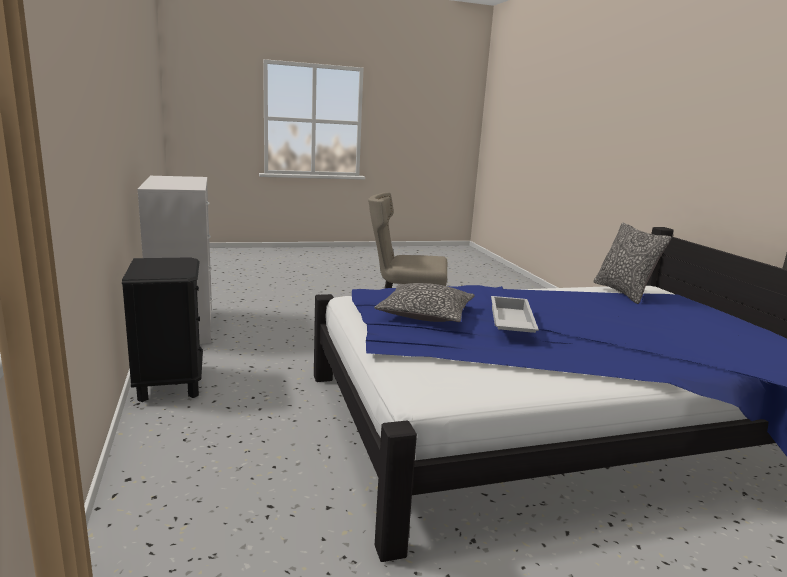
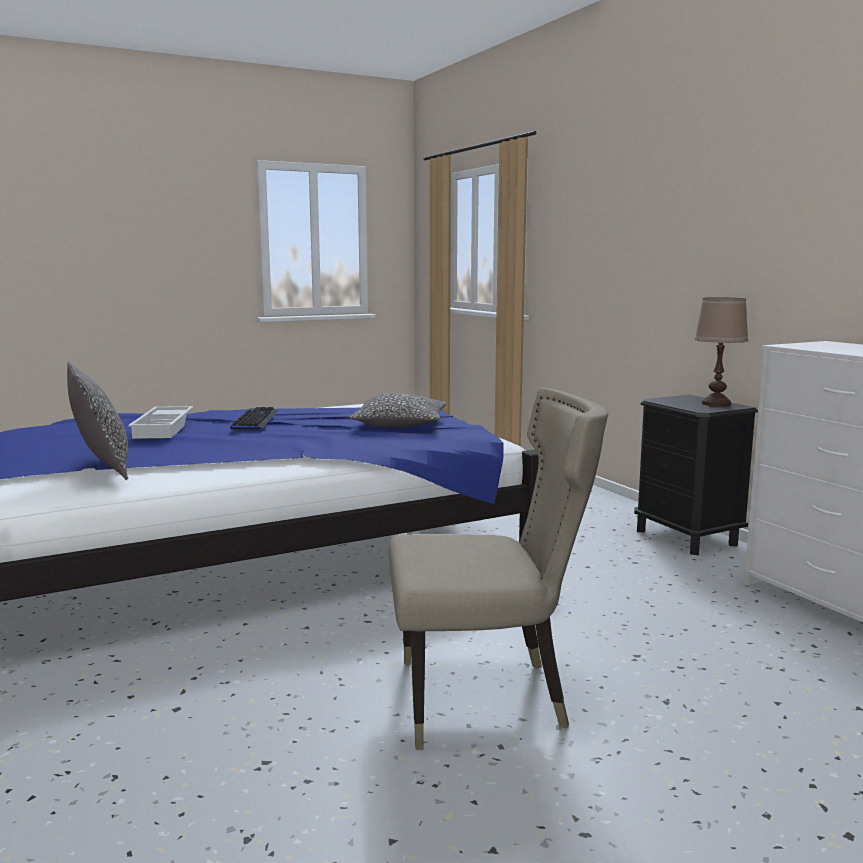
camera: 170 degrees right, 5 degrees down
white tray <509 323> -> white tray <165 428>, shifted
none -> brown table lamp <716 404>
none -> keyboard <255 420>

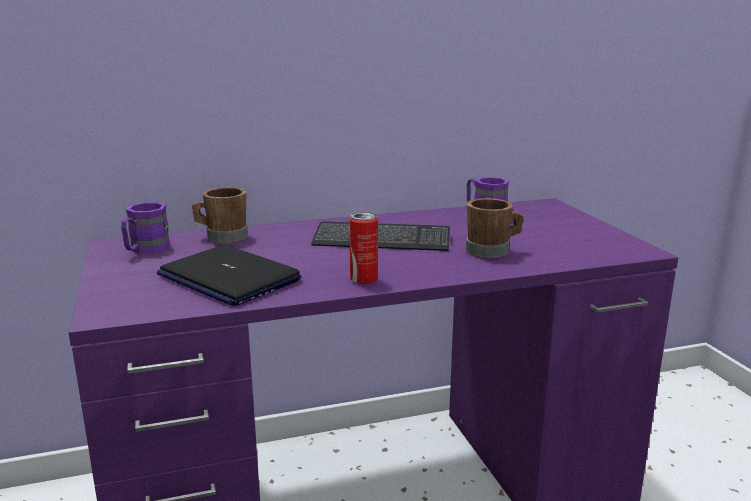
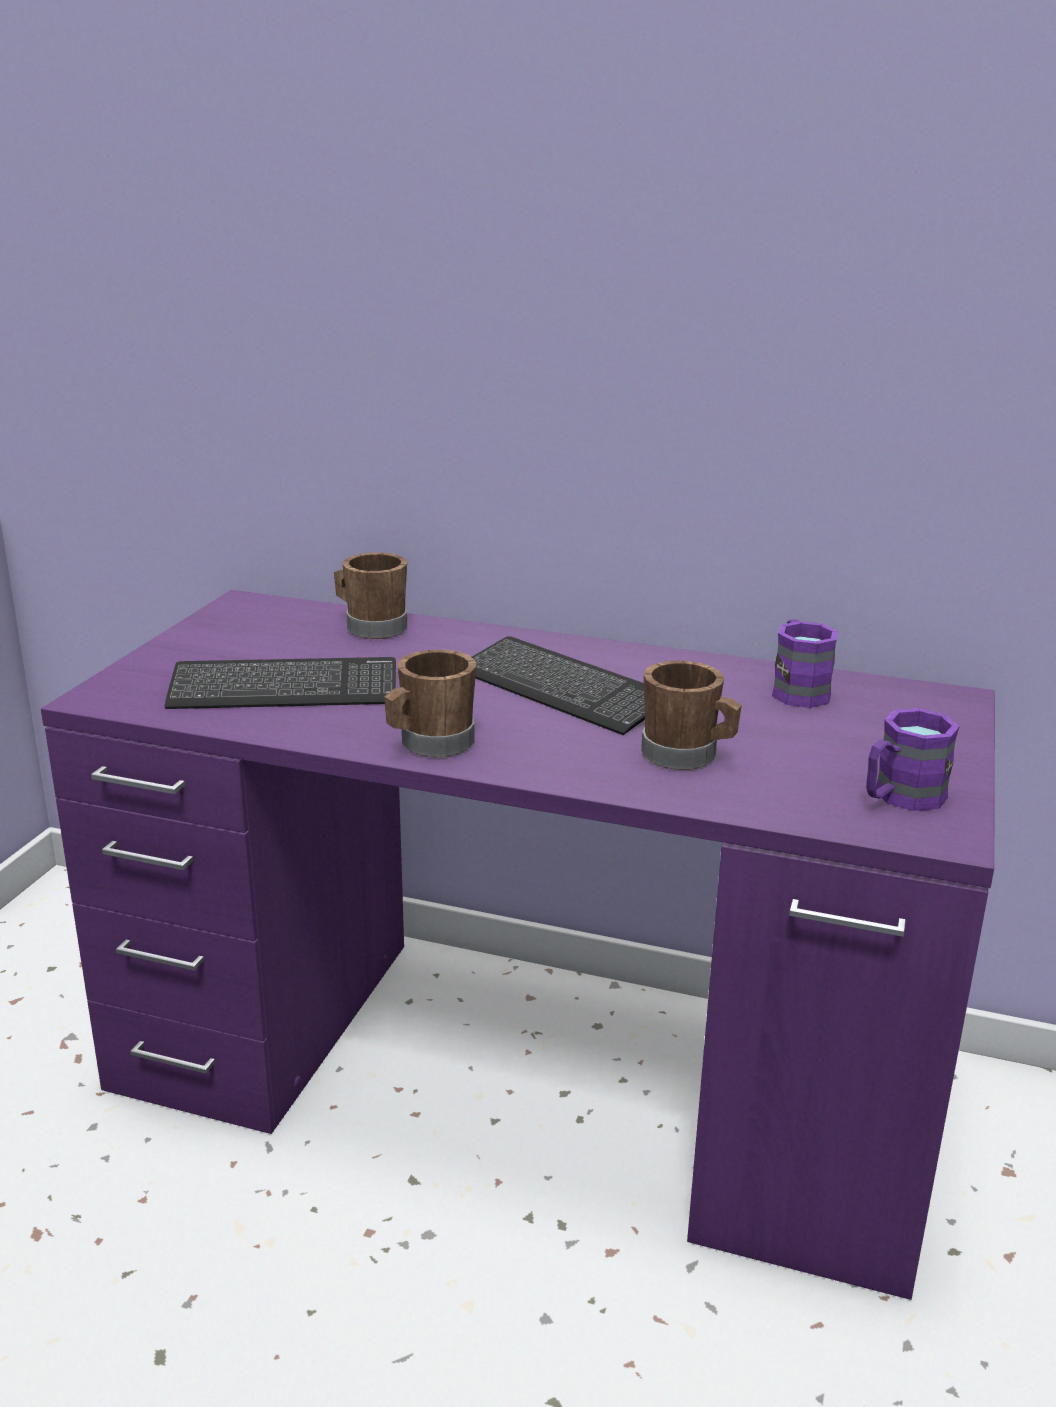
camera: 35 degrees right, 5 degrees up
purple mug <145 250> -> purple mug <900 798>, shifted
can <364 280> -> brown mug <430 744>
laptop <228 278> -> keyboard <284 689>

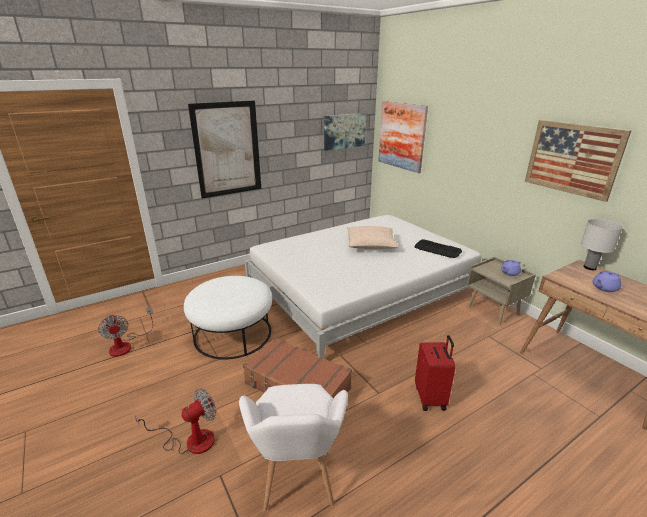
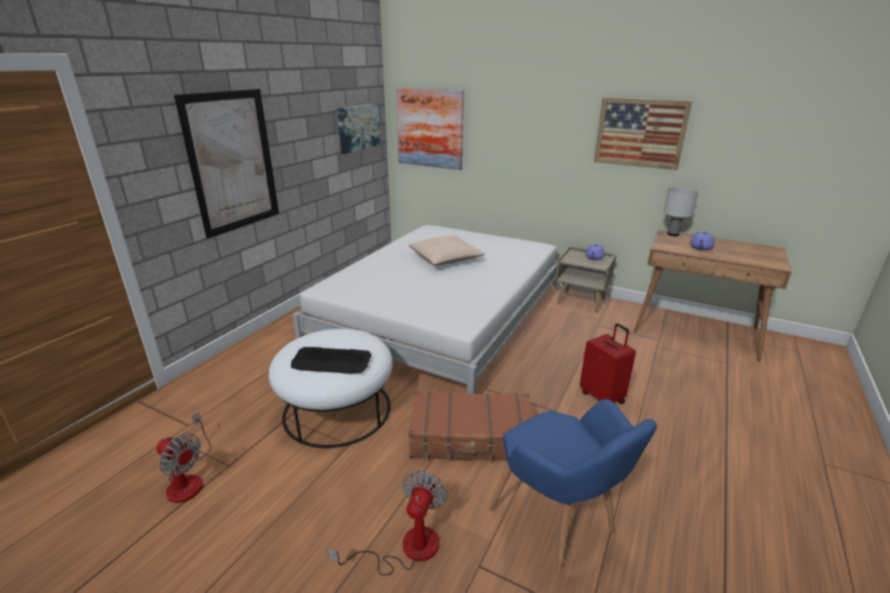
camera: 30 degrees left, 0 degrees up
keyboard <437 249> -> keyboard <331 361>, shifted
white armchair <297 478> -> blue armchair <558 525>

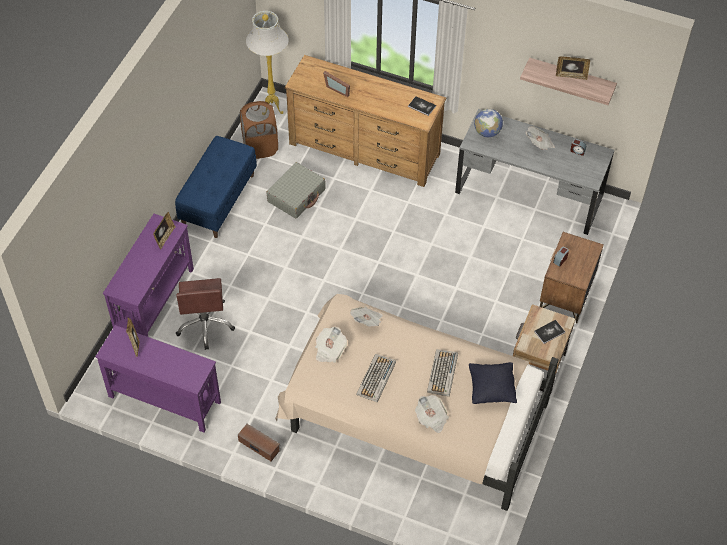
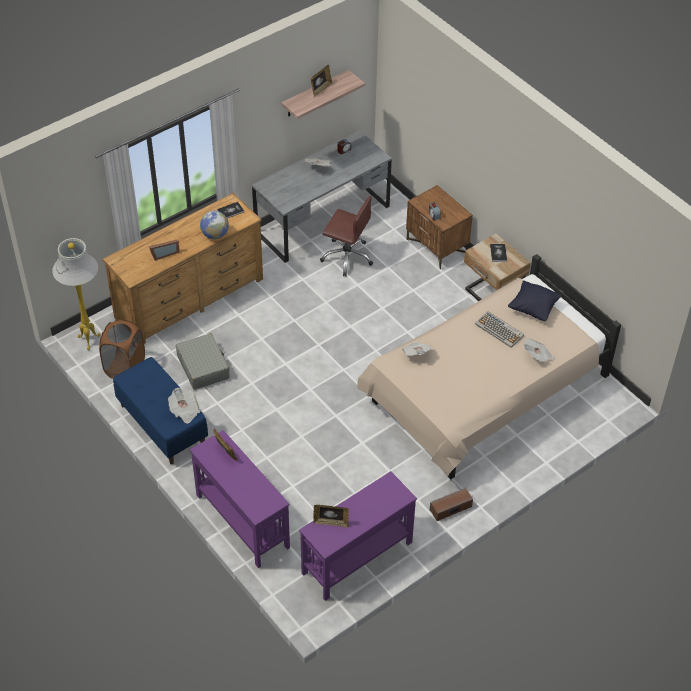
camera: 60 degrees left, 5 degrees down
globe <487 132> -> globe <215 235>, shifted
brown office chair <205 324> -> brown office chair <347 257>, shifted
newspaper <329 350> -> newspaper <184 411>, shifted
keyboard <376 379> -> none

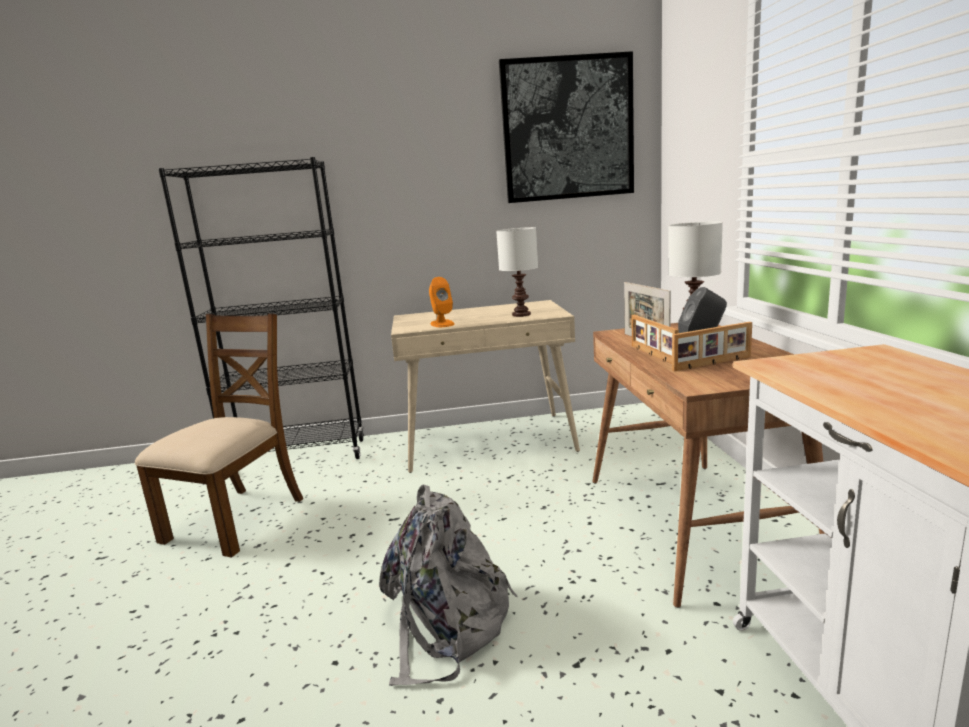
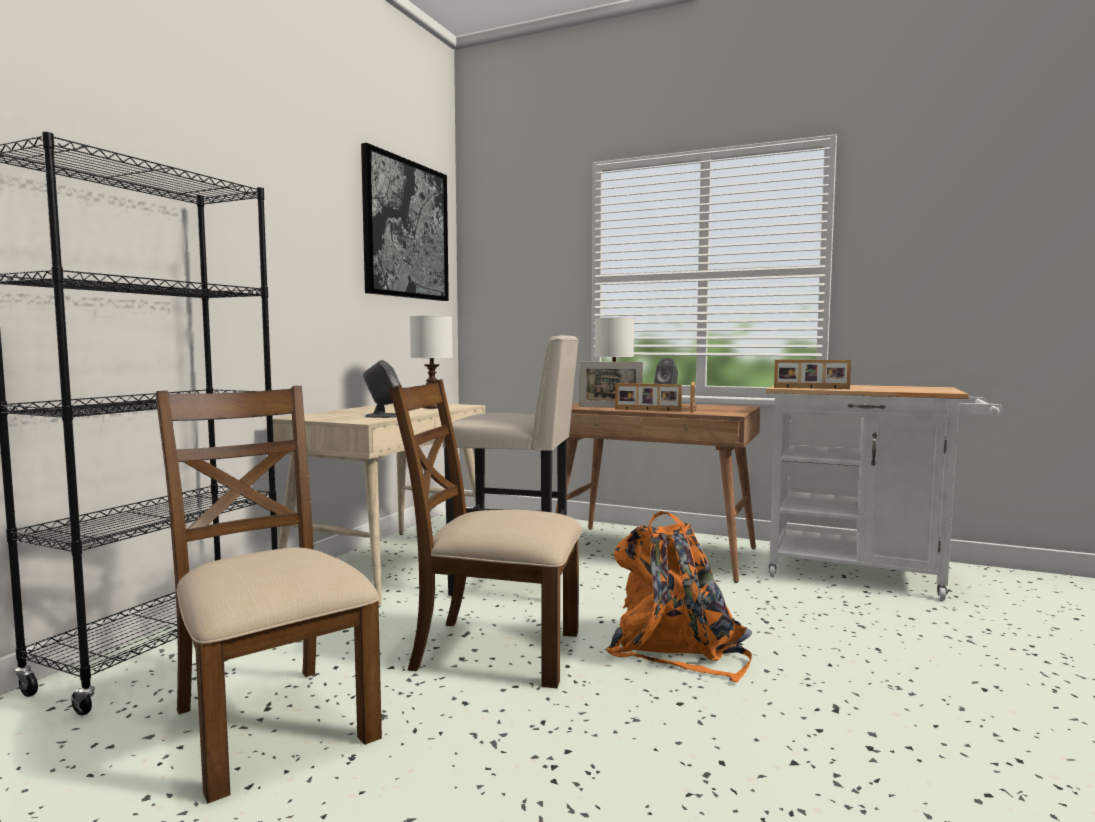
camera: 60 degrees left, 10 degrees down
orange speaker <442 324> -> grey speaker <383 416>
grey backpack <446 624> -> orange backpack <677 649>
none -> beige stool <516 582>
none -> picture frame <811 388>
none -> brown chair <495 650>

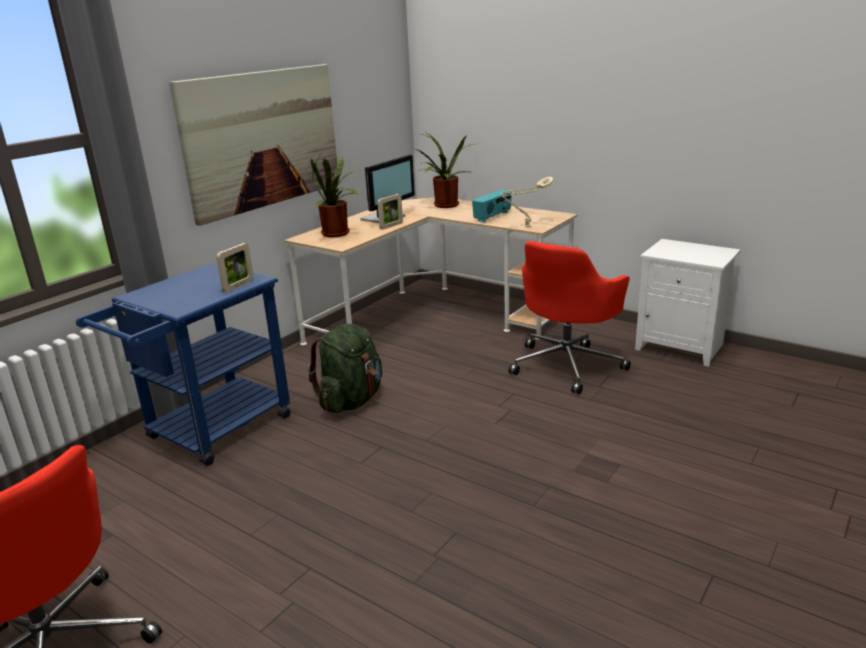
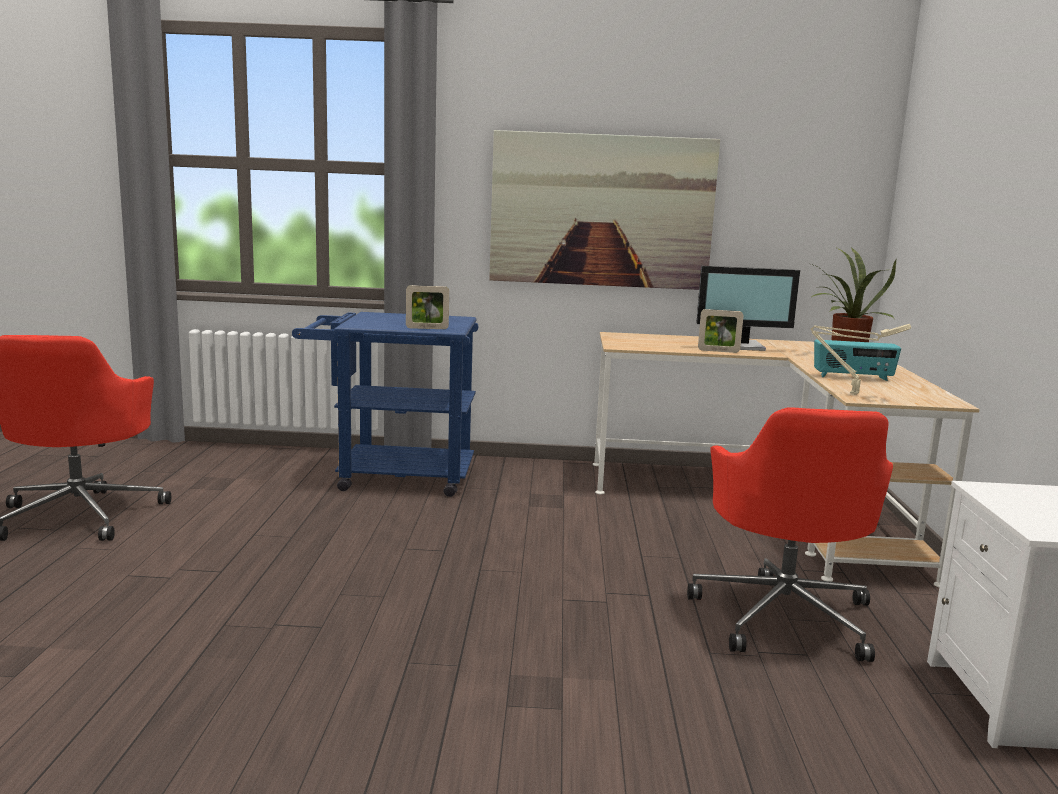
camera: 55 degrees right, 10 degrees down
potted plant <338 234> -> none
red office chair <567 365> -> red office chair <784 615>, 90 degrees counterclockwise
green backpack <351 401> -> none

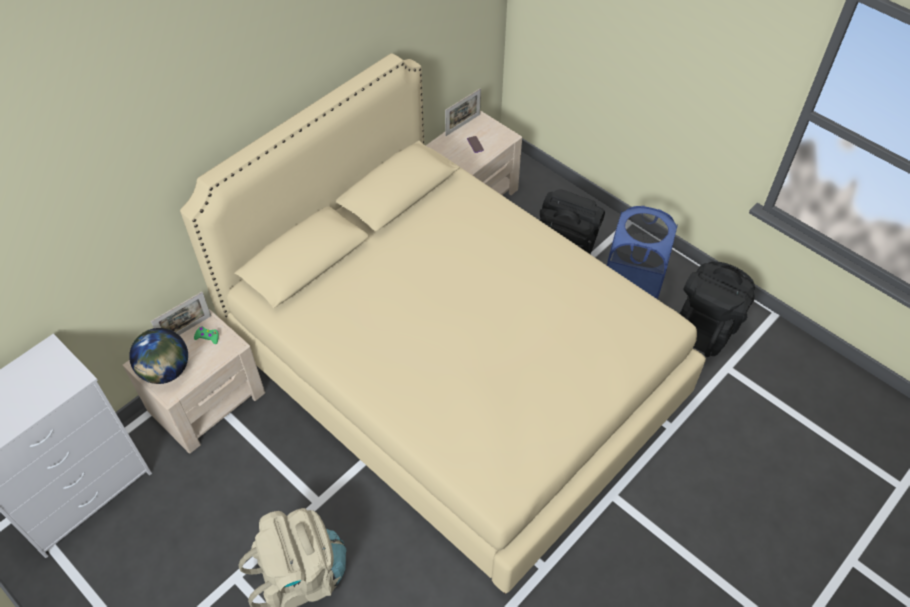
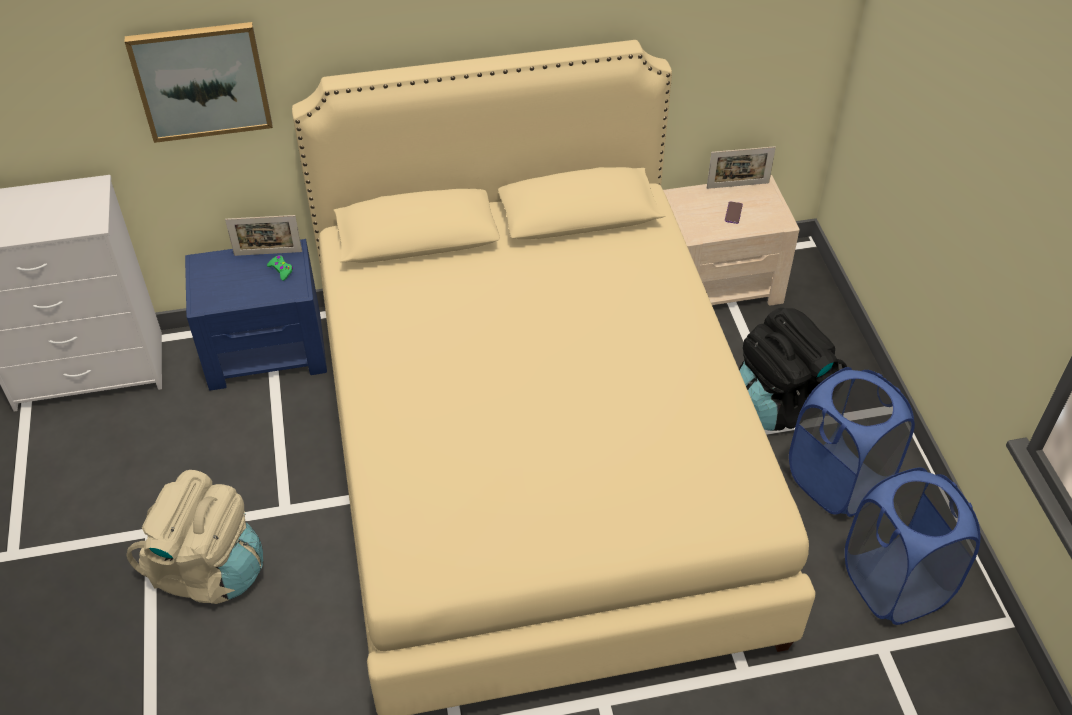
camera: 35 degrees right, 5 degrees down
black backpack <706 327> -> blue laundry basket <894 584>
beige nightstand <207 401> -> blue nightstand <267 350>
globe <166 371> -> none
none -> picture <201 81>

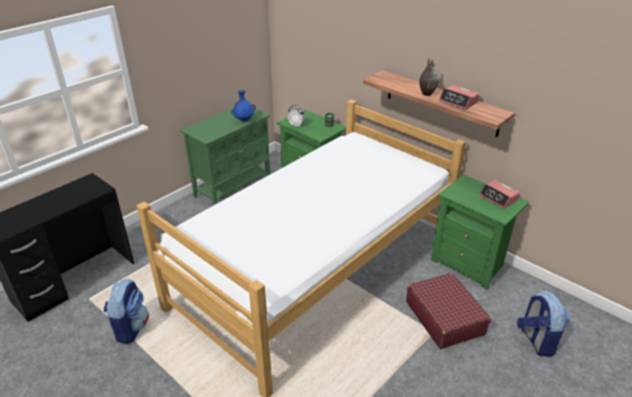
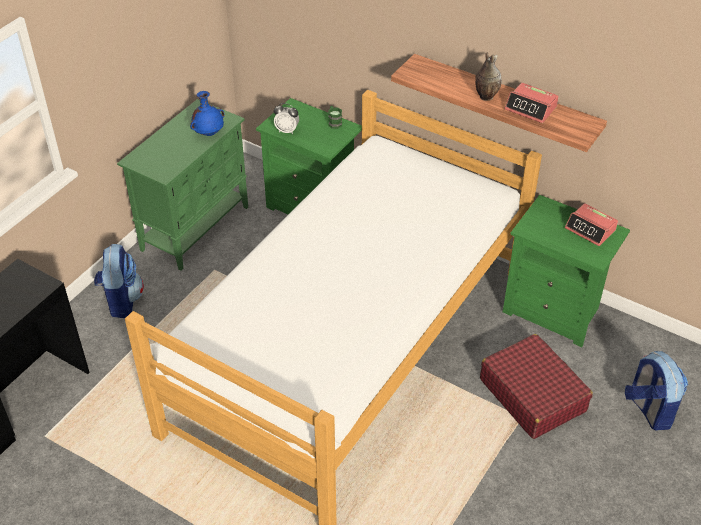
camera: 10 degrees left, 10 degrees up
backpack <131 328> -> backpack <121 300>, shifted

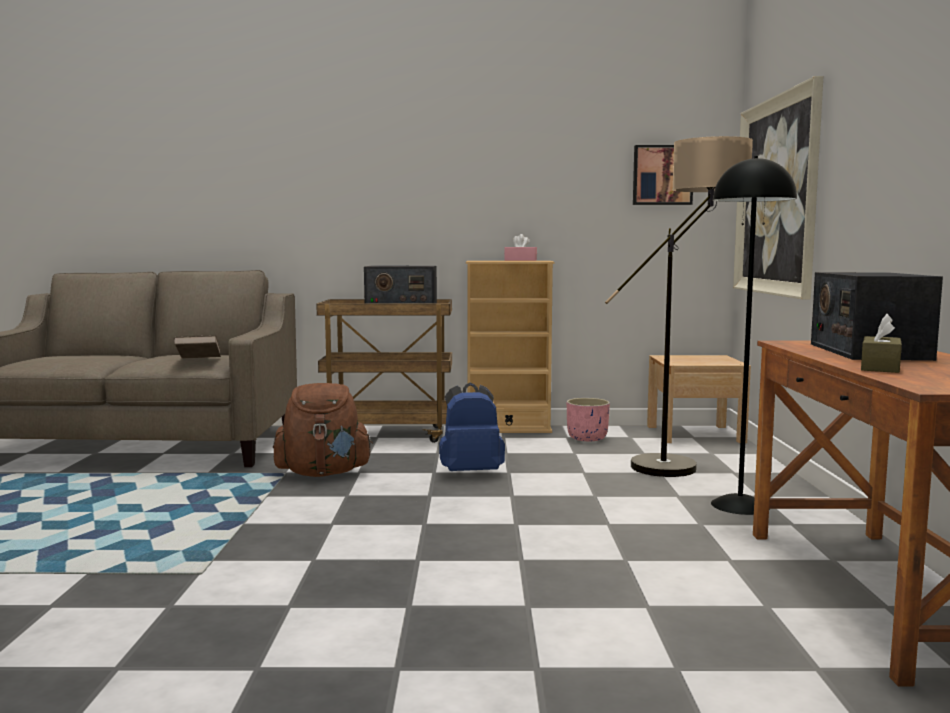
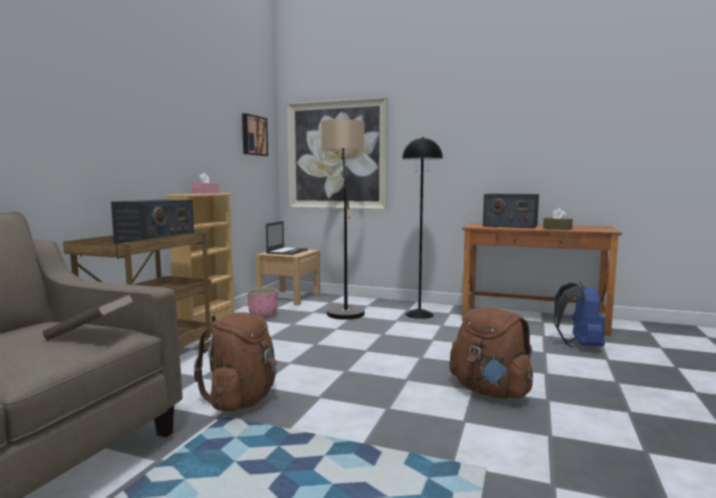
camera: 70 degrees left, 0 degrees up
blue backpack <471 472> -> blue backpack <580 345>, shifted
none -> laptop <287 251>
none -> brown backpack <490 391>

